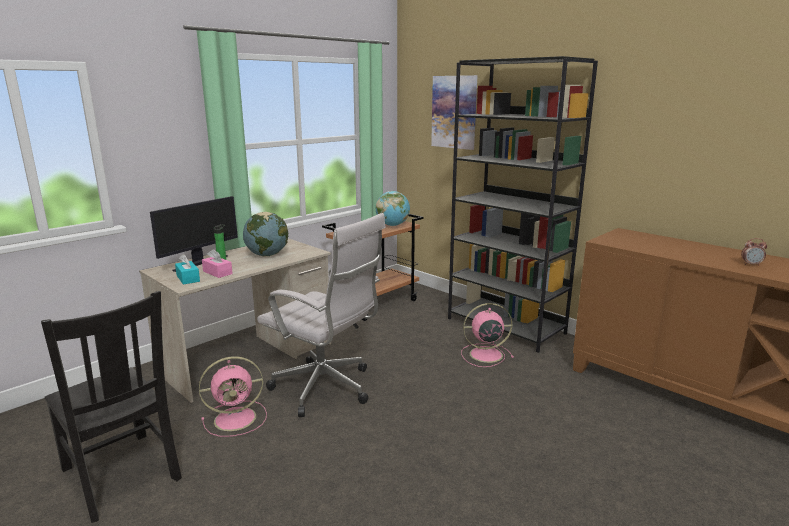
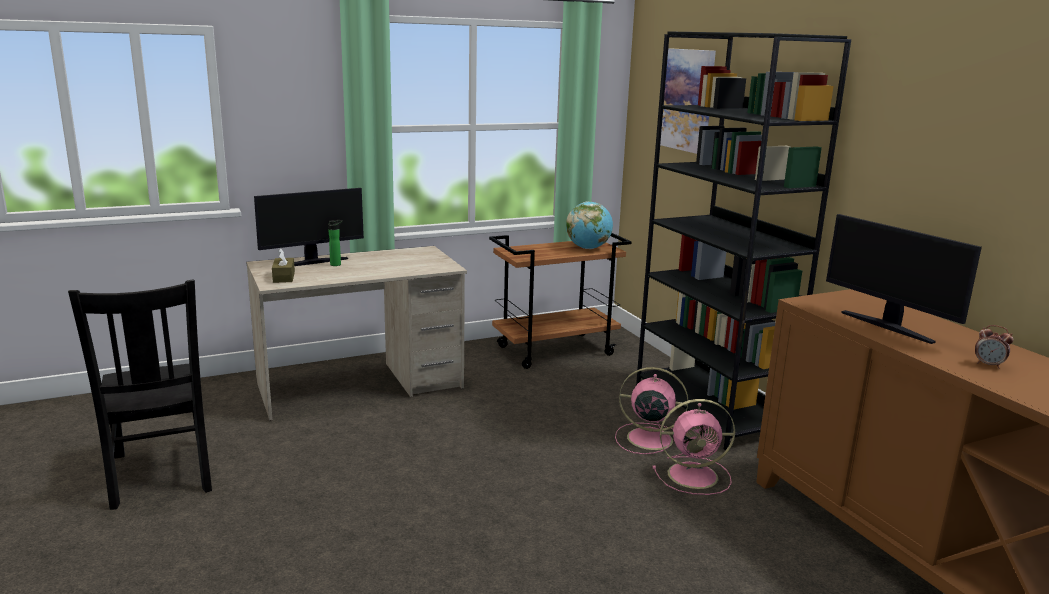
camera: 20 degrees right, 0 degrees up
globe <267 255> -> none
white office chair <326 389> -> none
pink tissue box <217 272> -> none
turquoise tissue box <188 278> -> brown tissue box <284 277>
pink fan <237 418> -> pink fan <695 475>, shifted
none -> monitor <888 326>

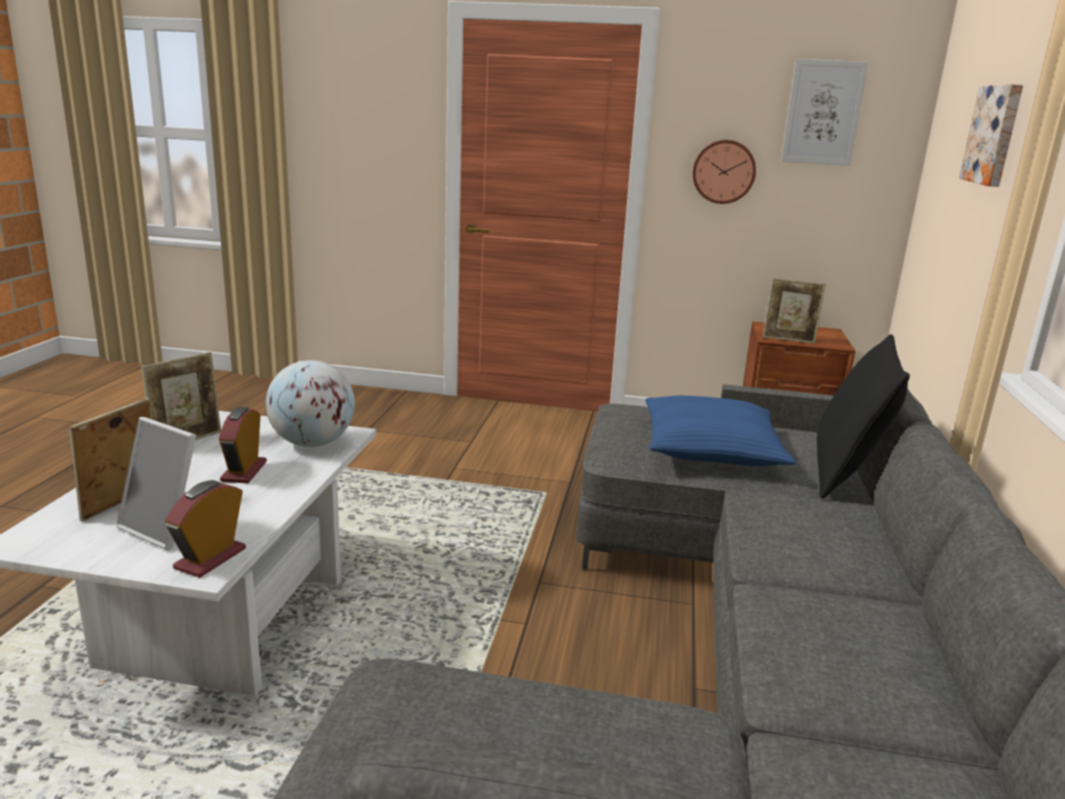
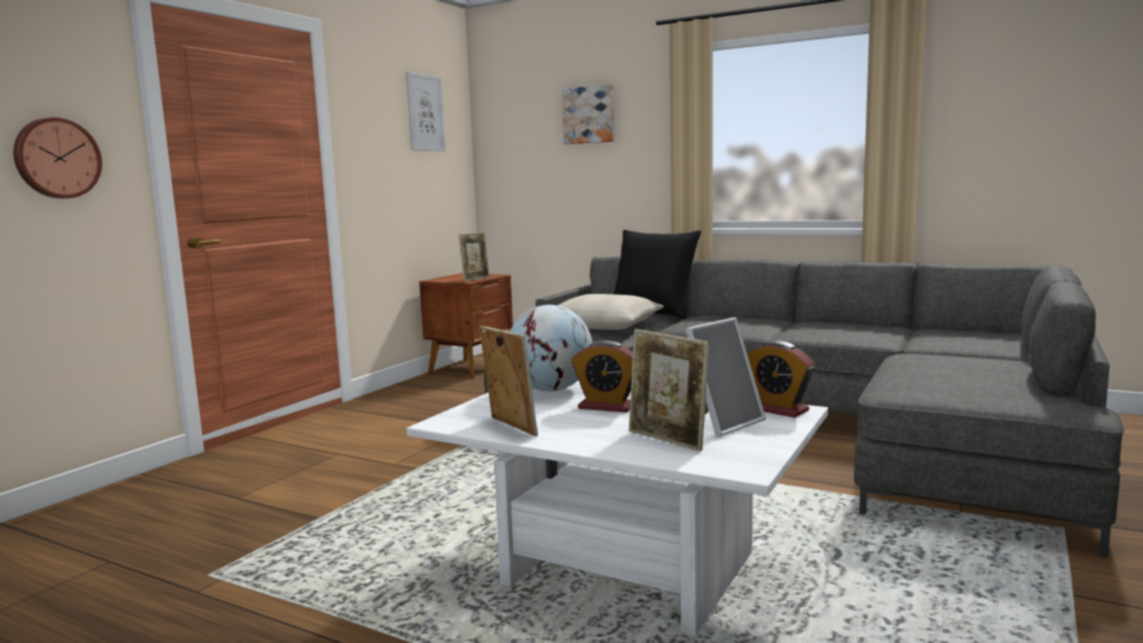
camera: 70 degrees left, 10 degrees down
wall clock <723 171> -> wall clock <56 158>, shifted
blue pillow <710 448> -> beige pillow <603 326>

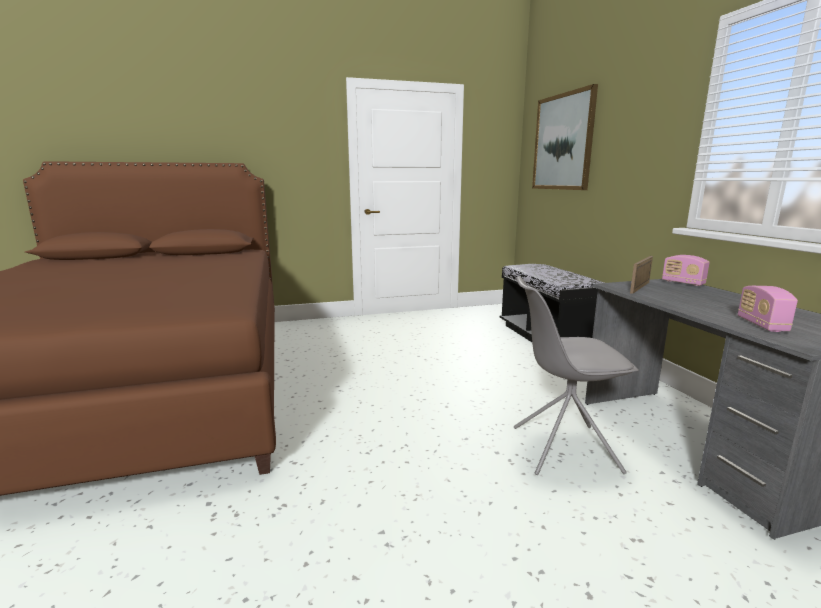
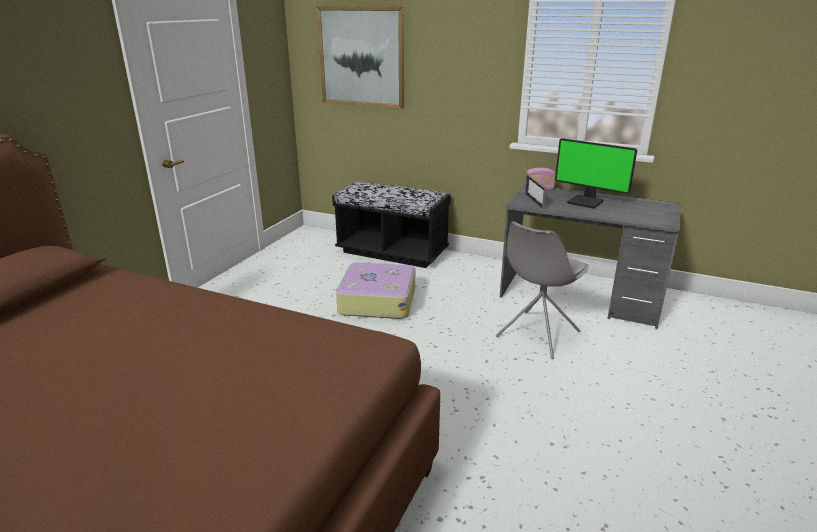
camera: 50 degrees left, 10 degrees up
radio <761 325> -> none
none -> monitor <586 202>
none -> suitcase <377 300>

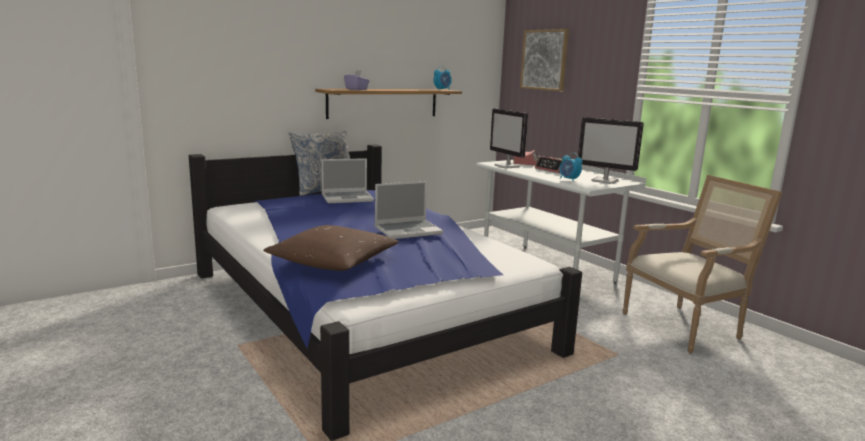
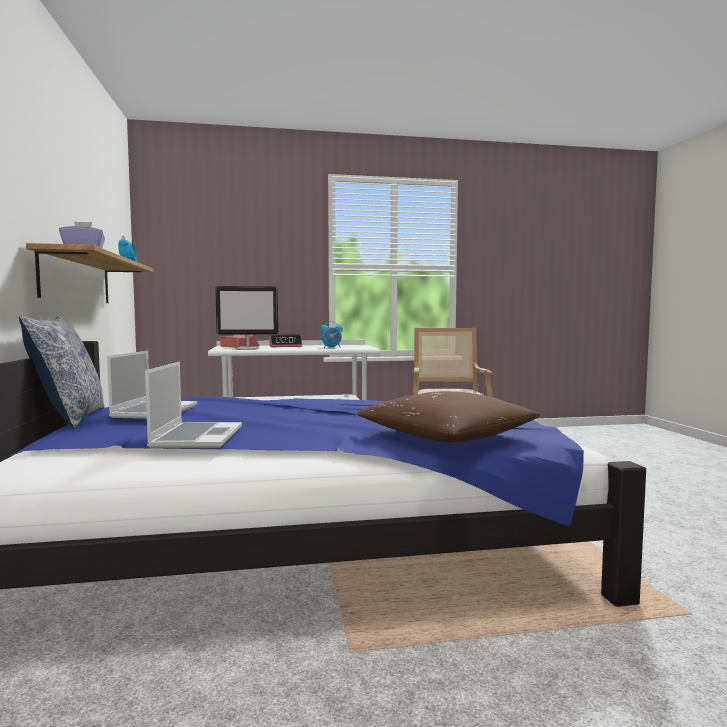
camera: 65 degrees left, 10 degrees down
picture <544 60> -> none
monitor <605 181> -> none
laptop <408 230> -> laptop <196 437>, shifted

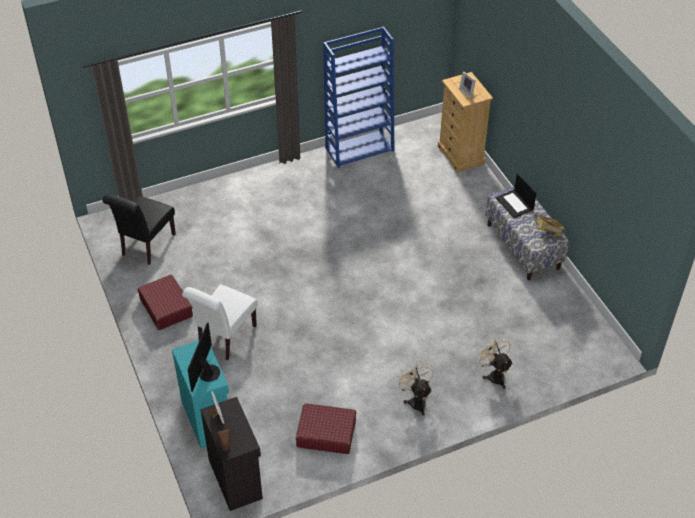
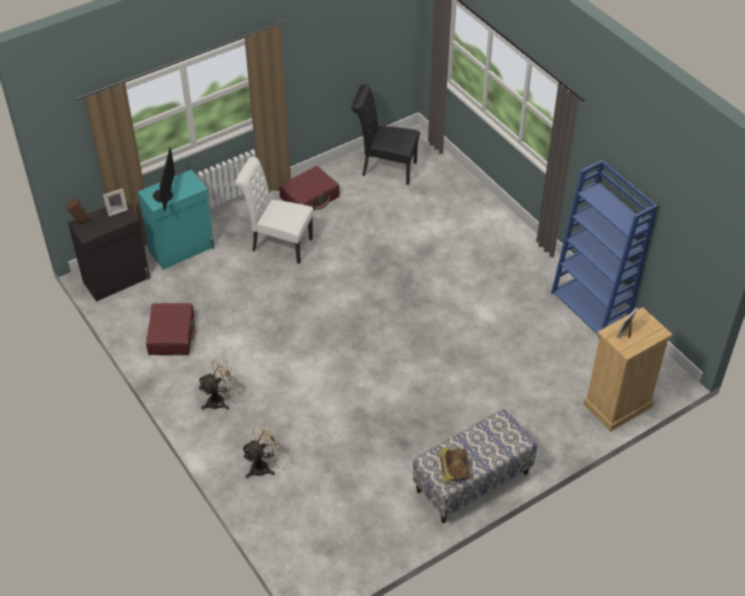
camera: 80 degrees right, 0 degrees up
laptop <515 204> -> none
monitor <207 373> -> monitor <165 196>, 90 degrees clockwise

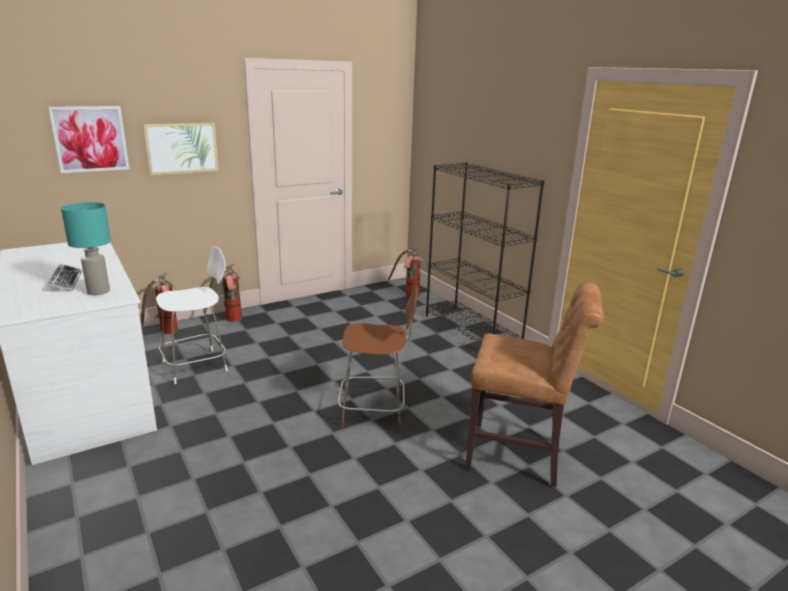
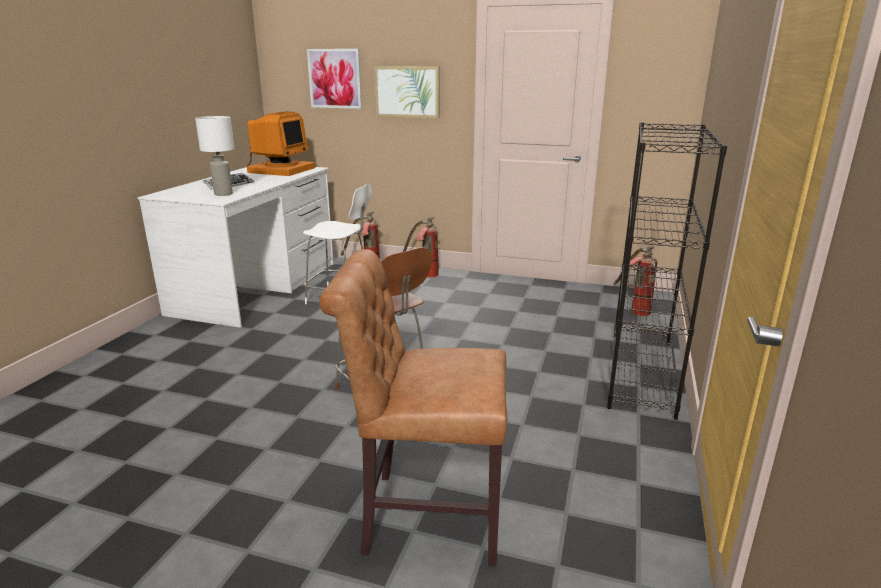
camera: 50 degrees right, 0 degrees up
turquoise table lamp <98 291> -> white table lamp <223 194>
brown chair <519 455> -> brown chair <424 515>, 120 degrees clockwise
none -> monitor <281 170>

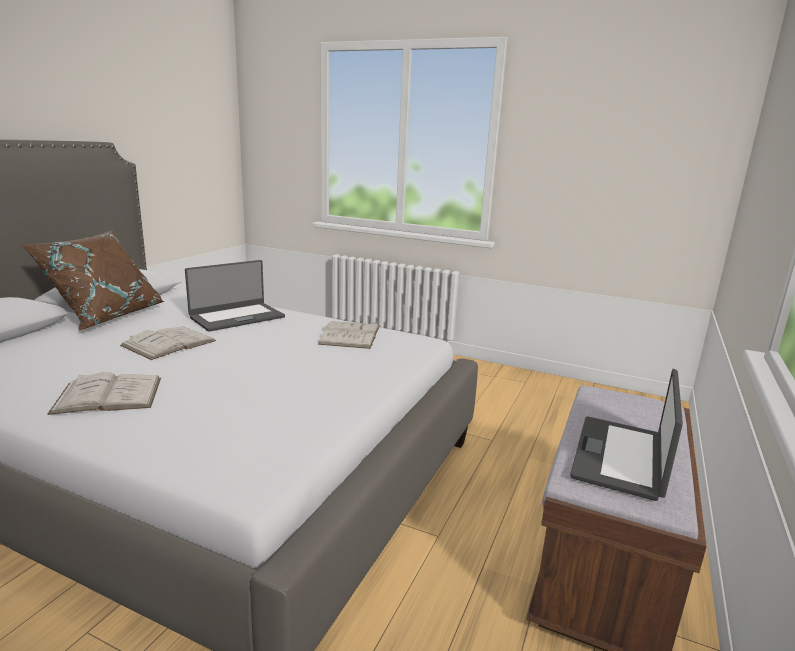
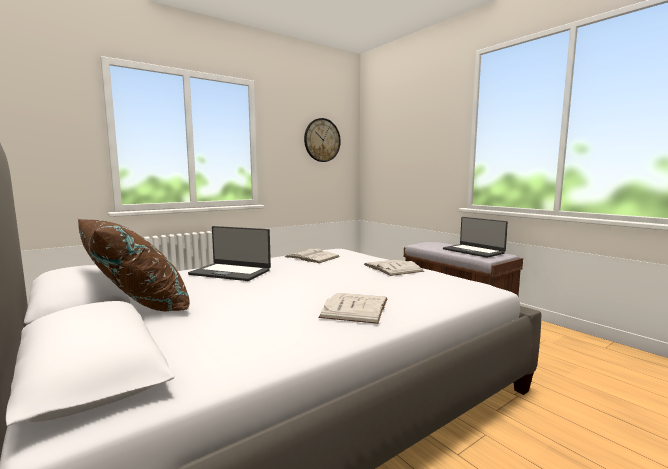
camera: 60 degrees left, 10 degrees down
laptop <237 317> -> laptop <231 272>, 120 degrees clockwise
white book <169 343> -> white book <392 268>, shifted
none -> wall clock <322 140>

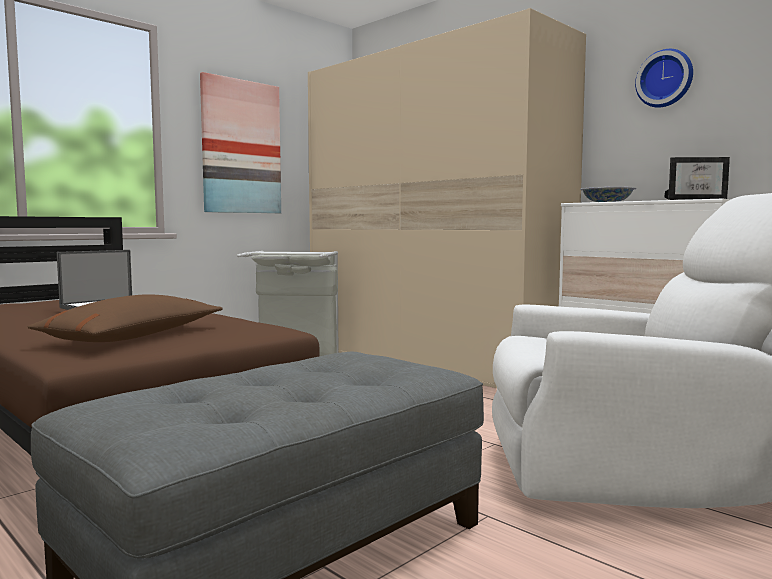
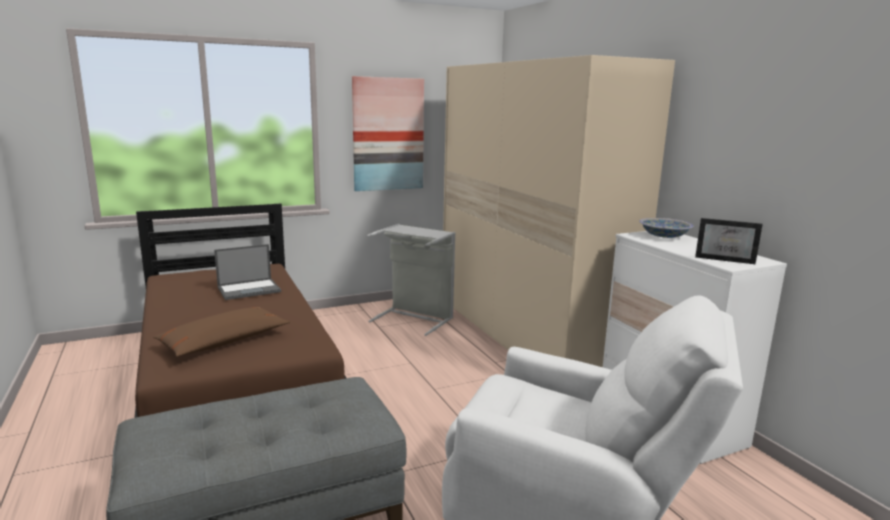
camera: 20 degrees right, 10 degrees up
wall clock <665 79> -> none

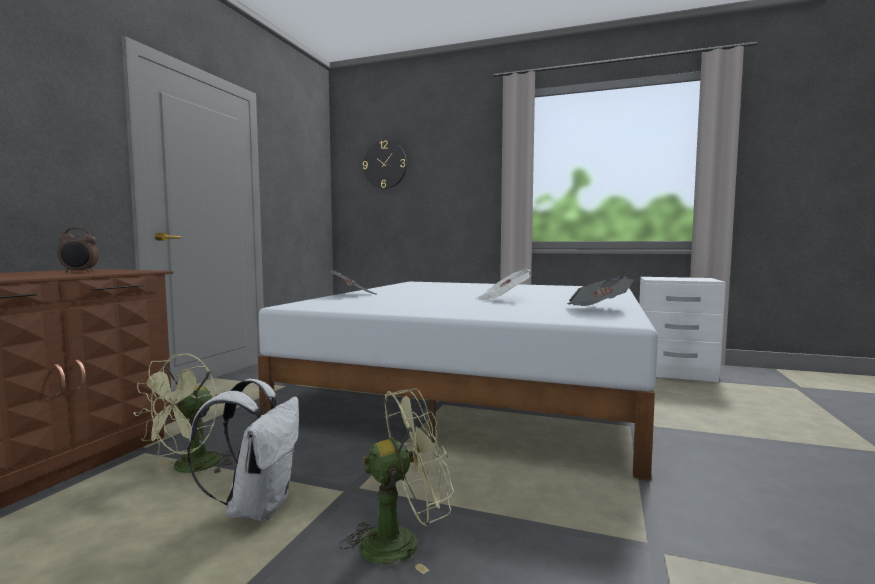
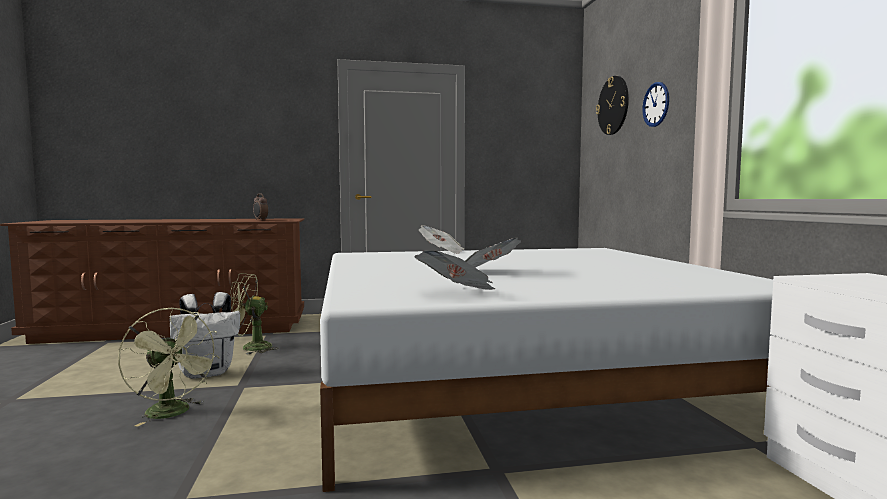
camera: 60 degrees right, 0 degrees up
none -> wall clock <656 104>

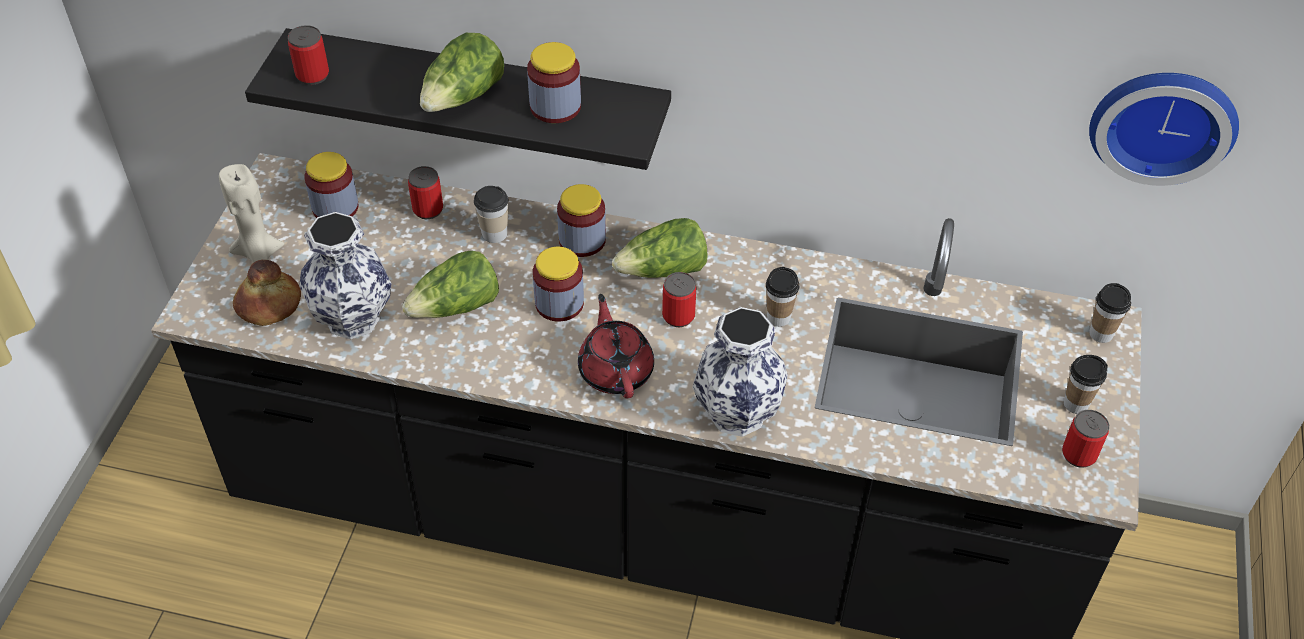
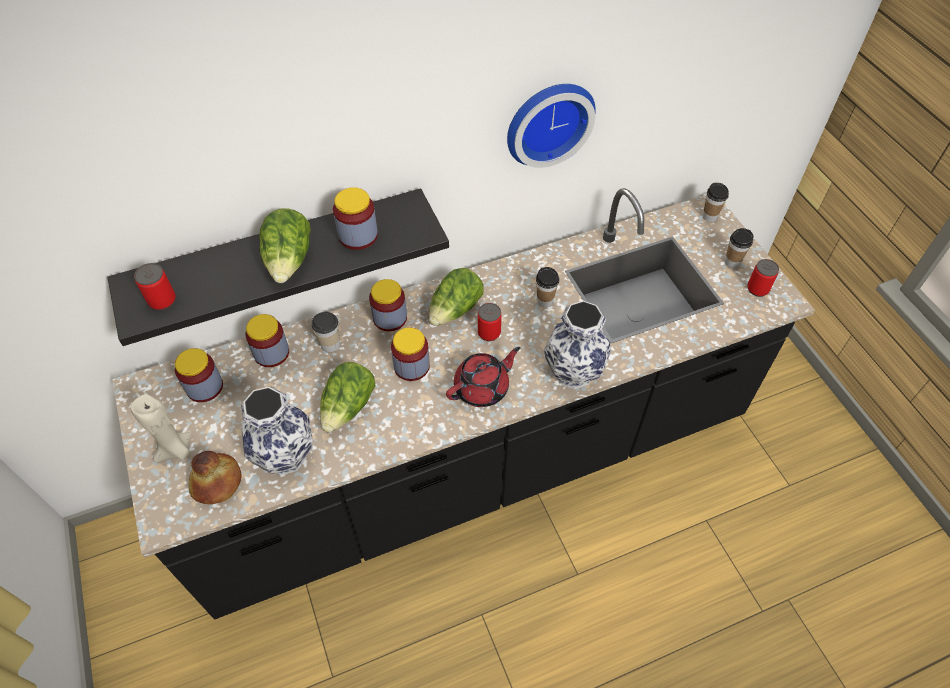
camera: 35 degrees left, 5 degrees up
wall clock <1162 120> -> wall clock <547 121>, shifted
can <428 209> -> jar <271 353>
red teapot <616 370> -> red teapot <482 388>, 105 degrees clockwise

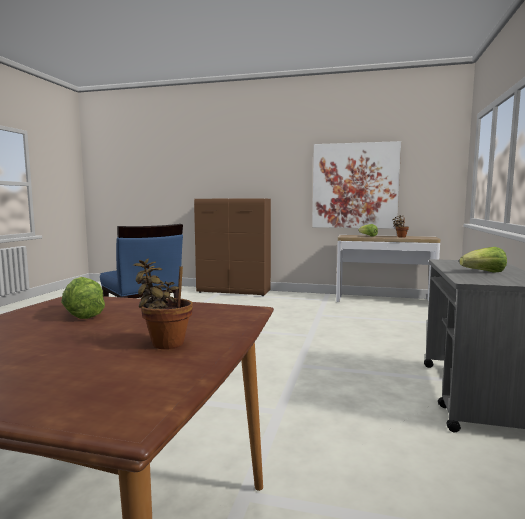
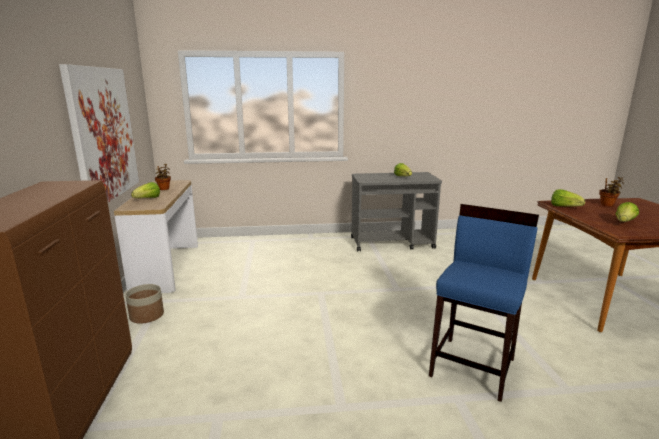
camera: 110 degrees left, 10 degrees up
none -> lettuce <564 207>
none -> planter <147 315>

